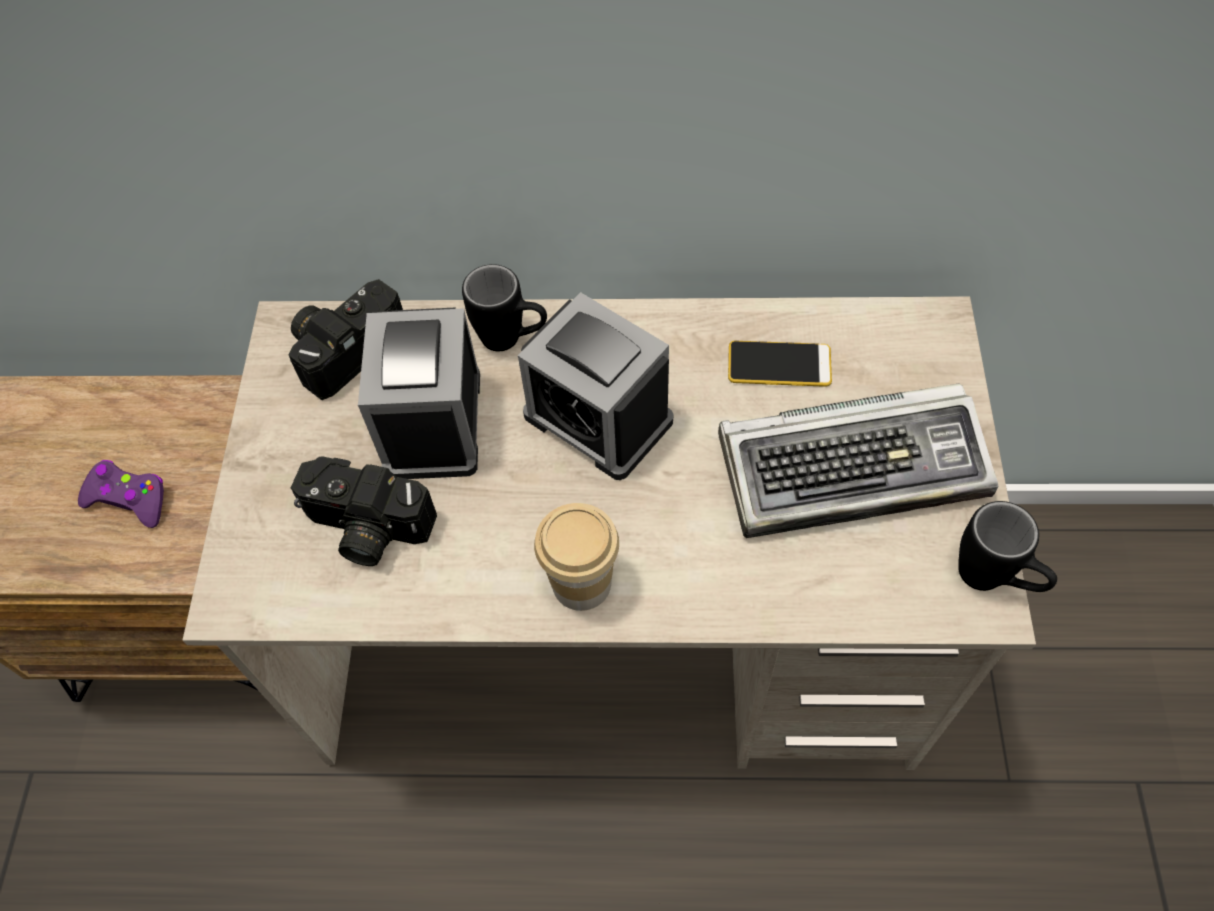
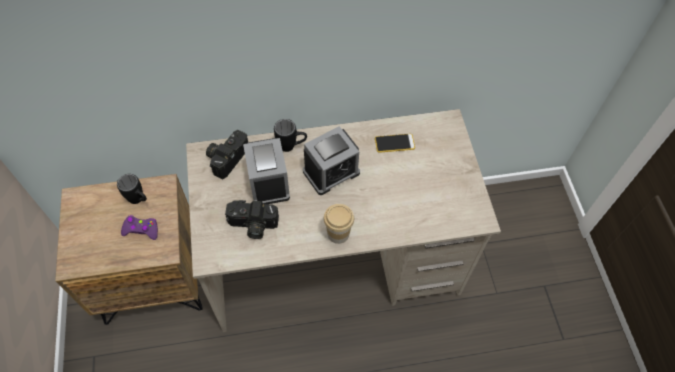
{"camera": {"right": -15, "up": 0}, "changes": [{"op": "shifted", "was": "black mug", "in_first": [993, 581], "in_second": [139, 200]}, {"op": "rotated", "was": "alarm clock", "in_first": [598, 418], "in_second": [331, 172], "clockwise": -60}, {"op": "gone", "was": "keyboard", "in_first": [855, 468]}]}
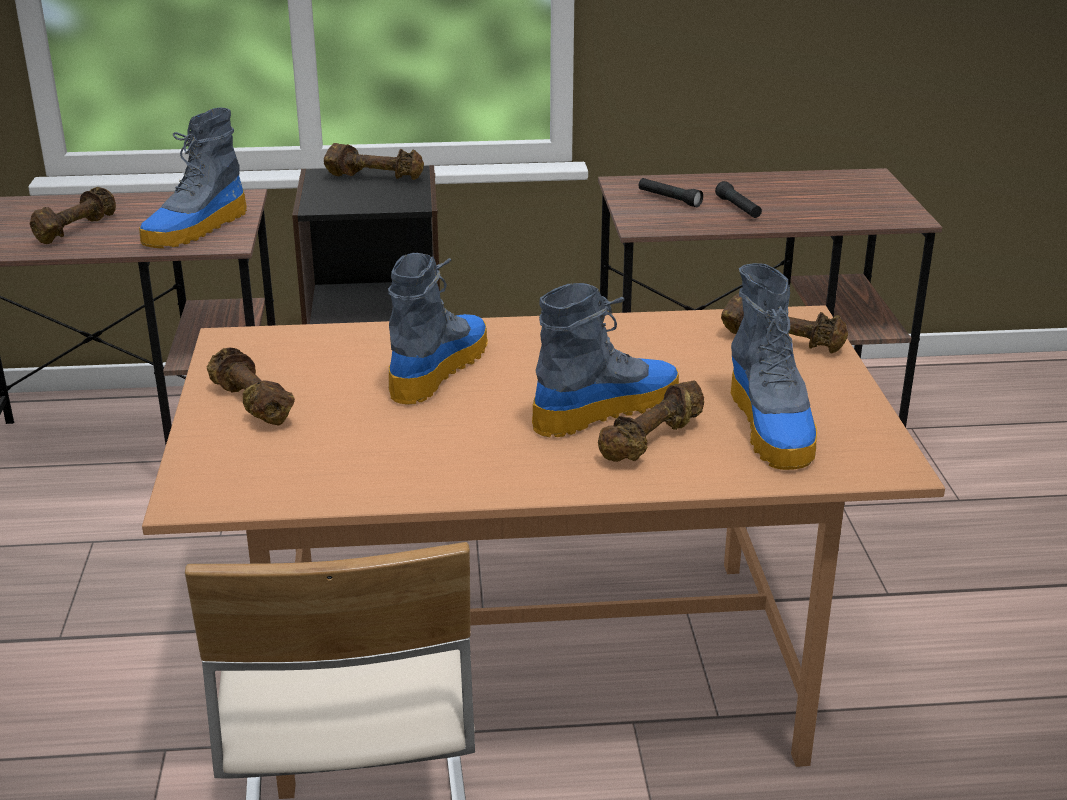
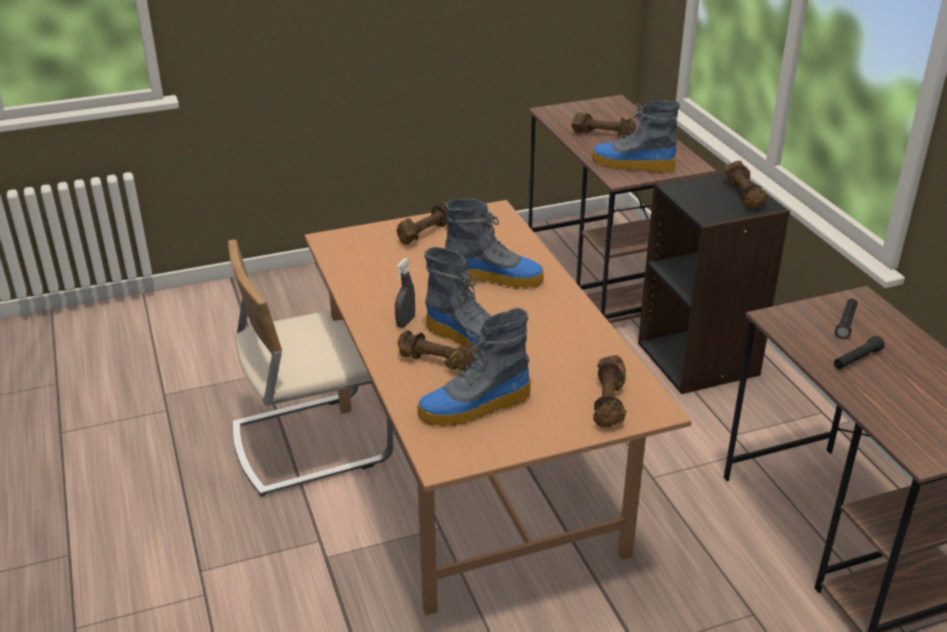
{"camera": {"right": 75, "up": 5}, "changes": [{"op": "new", "now": "grey spray bottle", "in_second": [405, 322]}]}
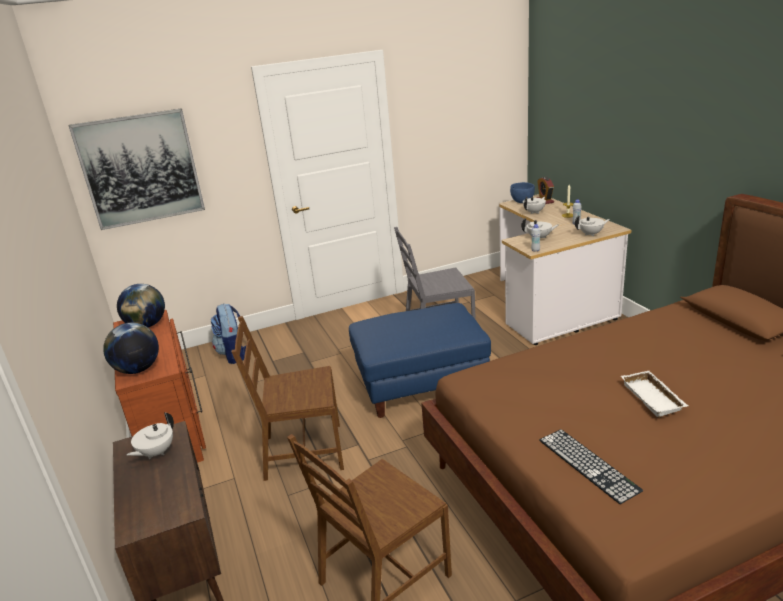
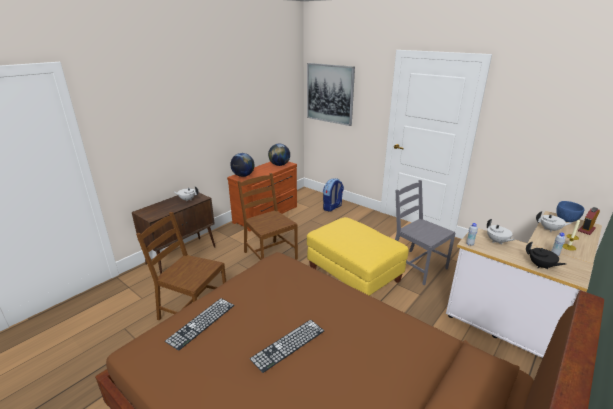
{"camera": {"right": 60, "up": 0}, "changes": [{"op": "swapped", "was": "white tray", "now": "keyboard", "in_first": [654, 397], "in_second": [288, 344]}, {"op": "repainted", "was": "blue ottoman", "now": "yellow ottoman", "in_first": [421, 385], "in_second": [354, 276]}, {"op": "repainted", "was": "white teapot", "now": "black teapot", "in_first": [591, 234], "in_second": [541, 266]}]}
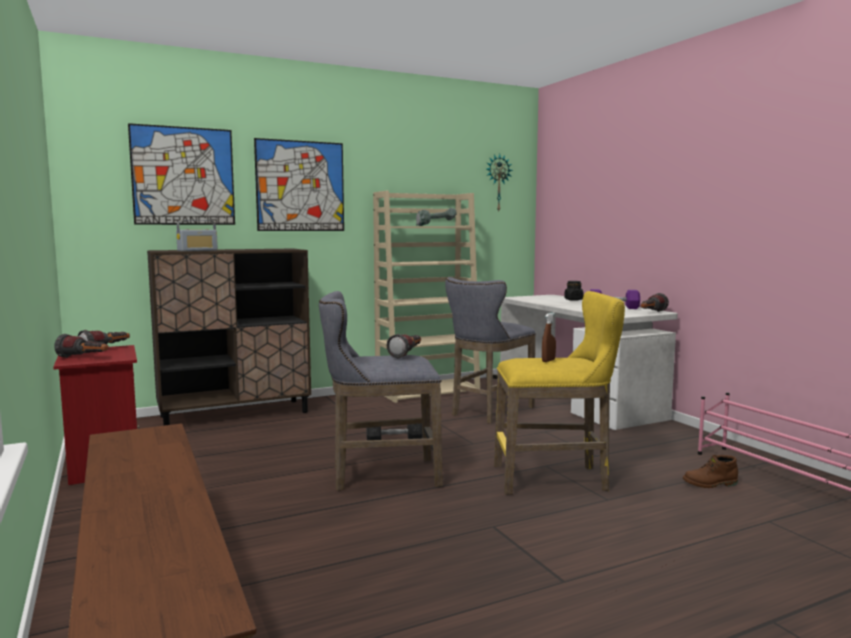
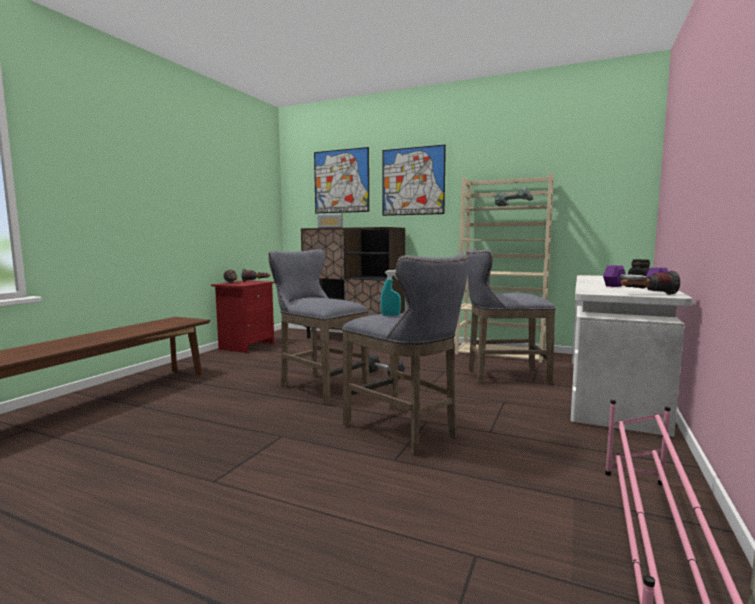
{"camera": {"right": 50, "up": 0}, "changes": [{"op": "repainted", "was": "yellow stool", "now": "grey stool", "in_first": [556, 479], "in_second": [405, 432]}, {"op": "repainted", "was": "brown spray bottle", "now": "turquoise spray bottle", "in_first": [548, 361], "in_second": [390, 315]}, {"op": "gone", "was": "flashlight", "in_first": [407, 354]}, {"op": "gone", "was": "wall clock", "in_first": [497, 182]}, {"op": "gone", "was": "brown boot", "in_first": [710, 484]}]}
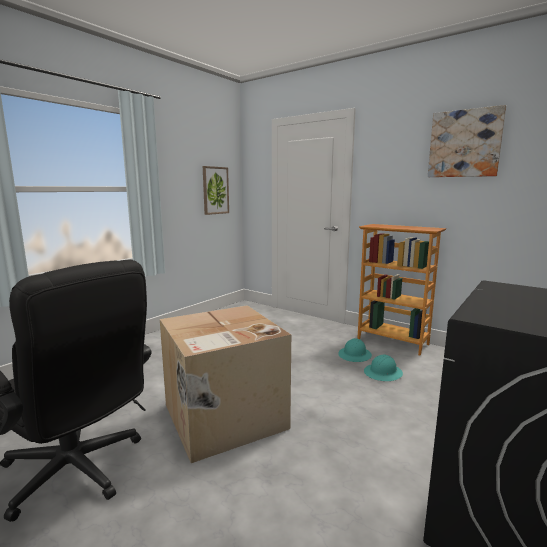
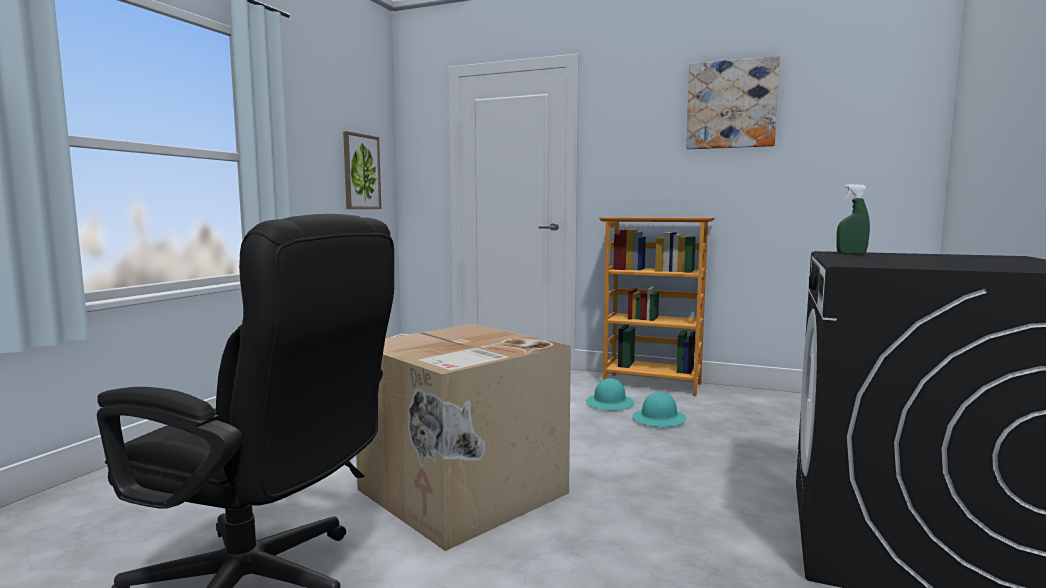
{"camera": {"right": -15, "up": -5}, "changes": [{"op": "new", "now": "green spray bottle", "in_second": [851, 254]}]}
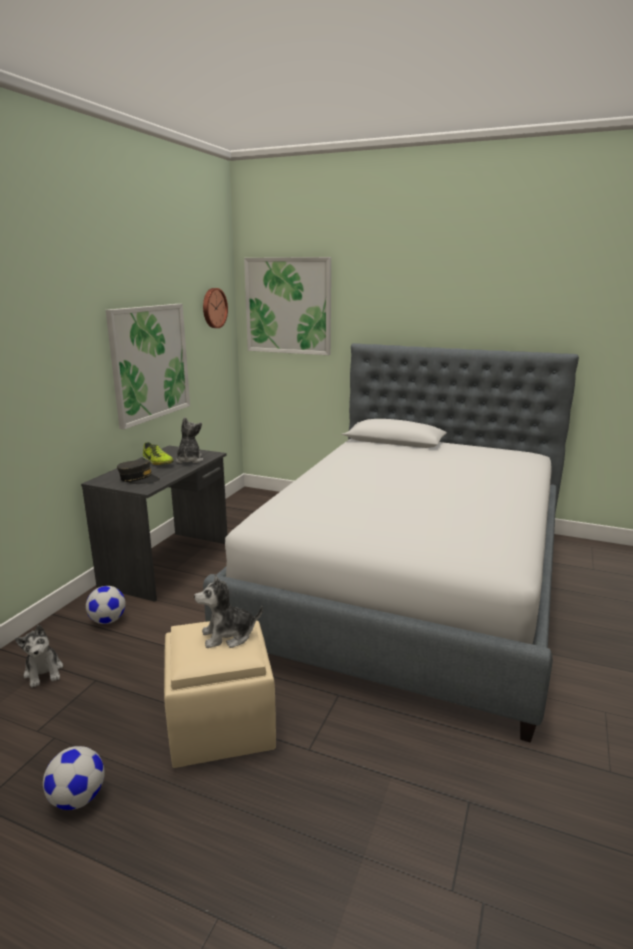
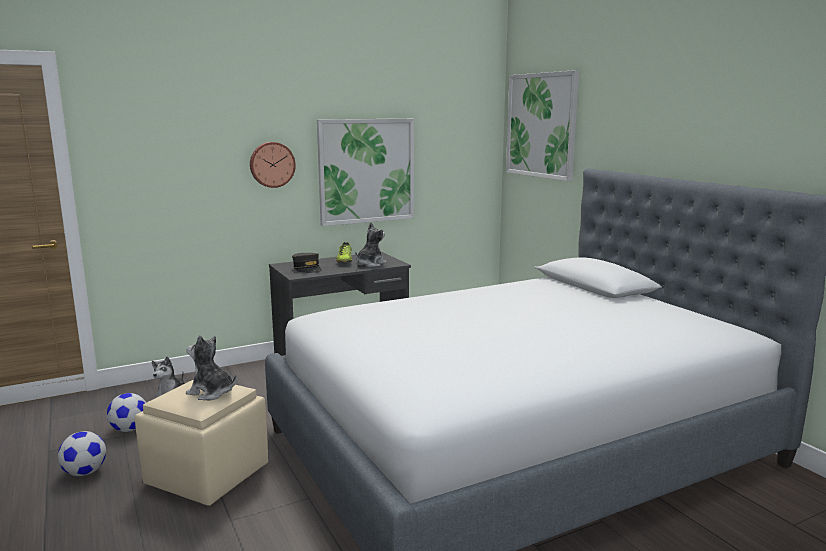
{"camera": {"right": 40, "up": -5}, "changes": [{"op": "shifted", "was": "football", "in_first": [107, 620], "in_second": [129, 429]}, {"op": "shifted", "was": "wall clock", "in_first": [213, 308], "in_second": [272, 164]}]}
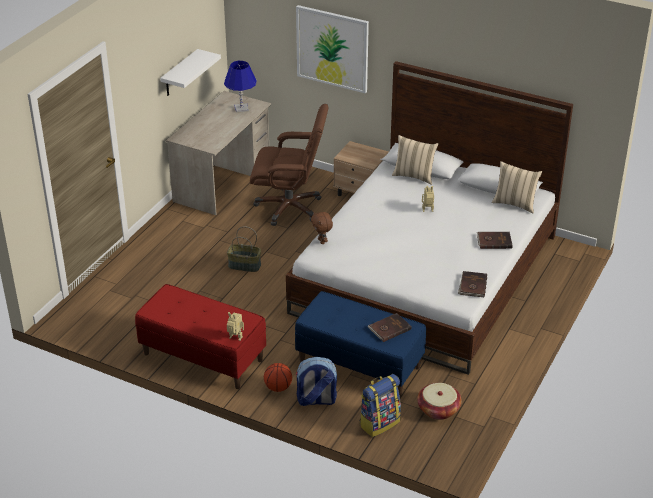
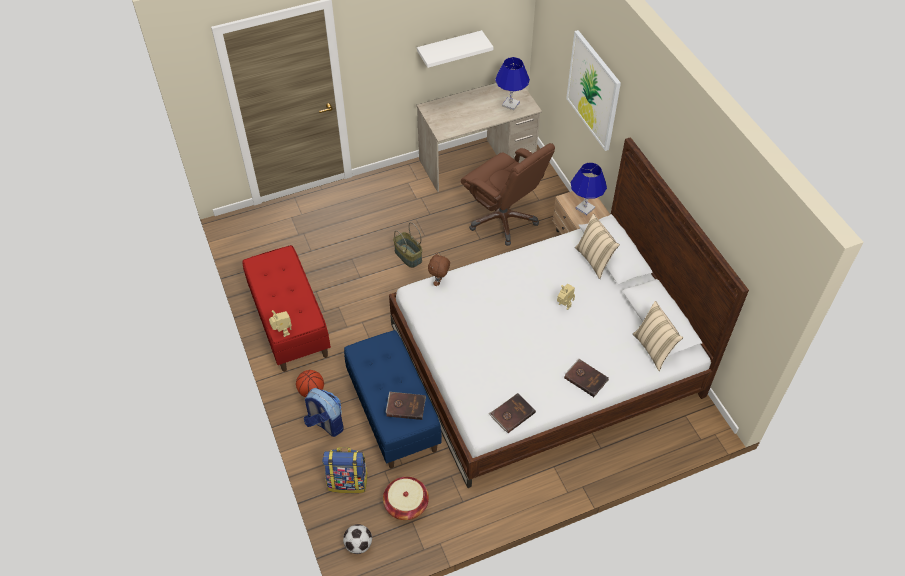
{"camera": {"right": 40, "up": 15}, "changes": [{"op": "new", "now": "football", "in_second": [358, 545]}, {"op": "new", "now": "blue table lamp", "in_second": [585, 208]}]}
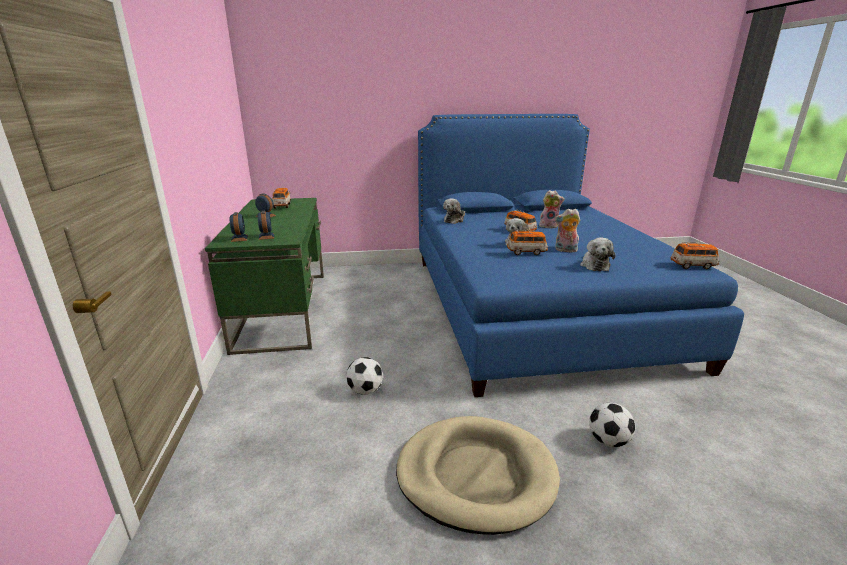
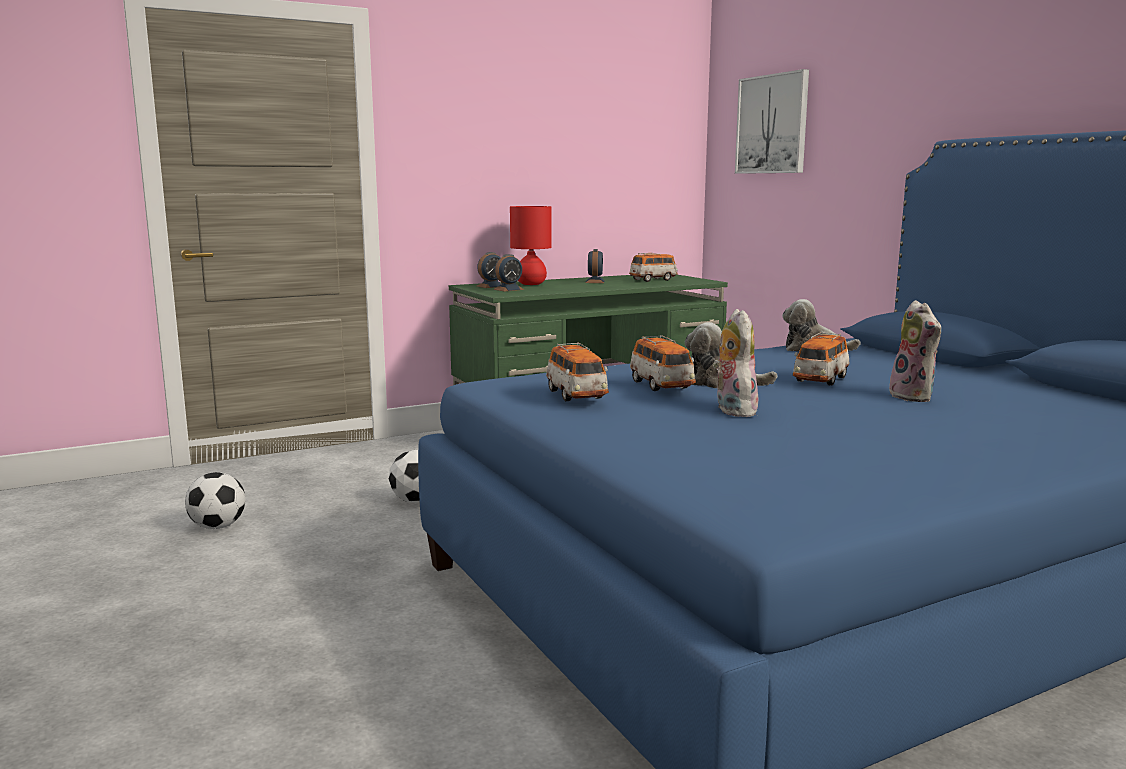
{"camera": {"right": 70, "up": -10}, "changes": [{"op": "shifted", "was": "football", "in_first": [608, 441], "in_second": [218, 527]}, {"op": "new", "now": "red table lamp", "in_second": [531, 284]}, {"op": "shifted", "was": "toy car", "in_first": [693, 266], "in_second": [576, 395]}, {"op": "new", "now": "picture", "in_second": [772, 124]}, {"op": "gone", "was": "beige dog bed", "in_first": [475, 475]}, {"op": "gone", "was": "plush toy", "in_first": [594, 265]}]}
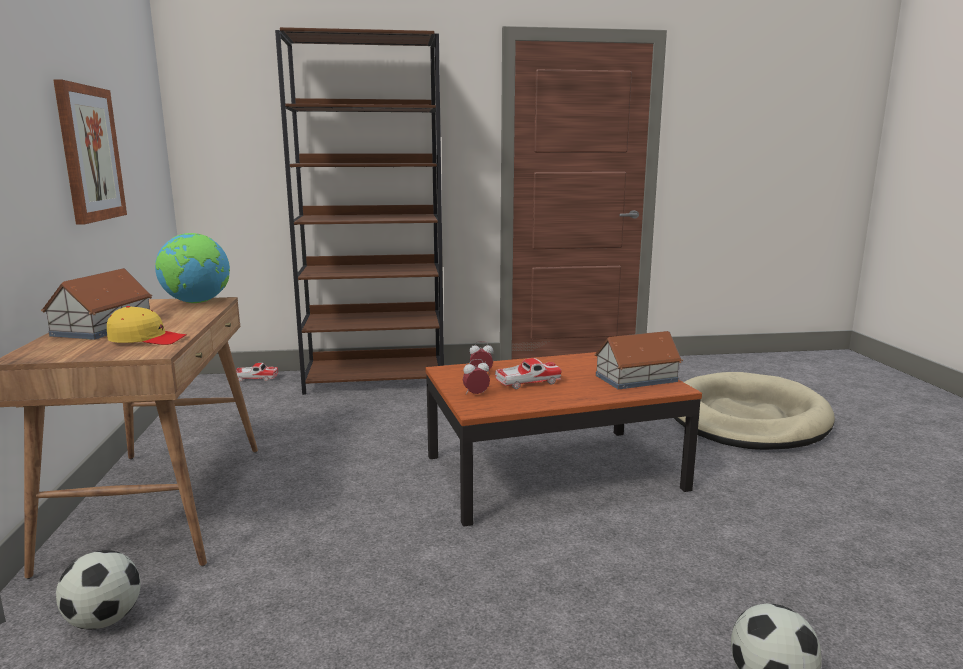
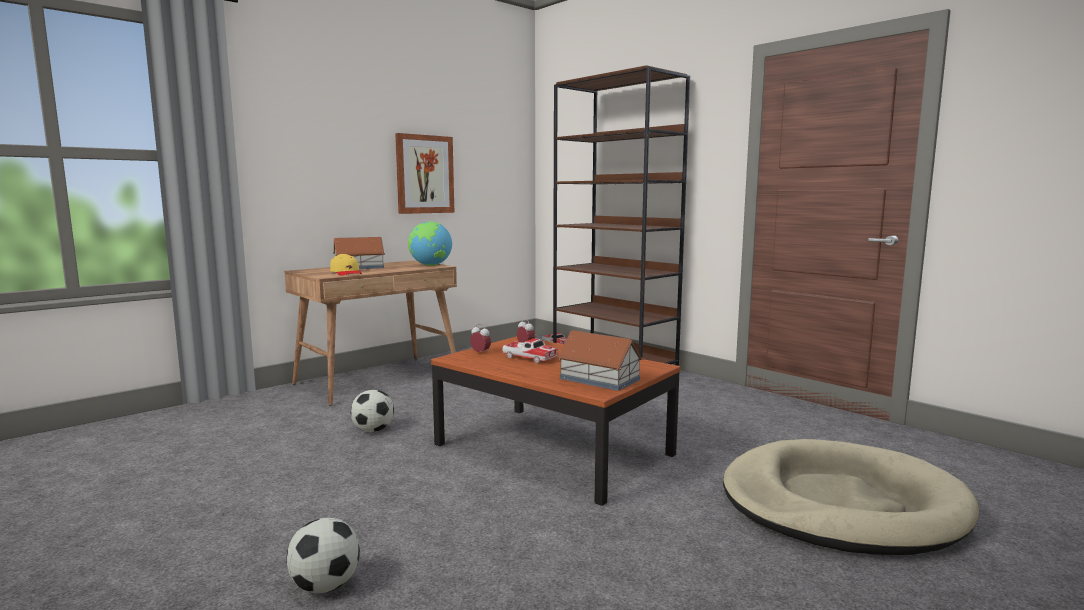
{"camera": {"right": 55, "up": -5}, "changes": [{"op": "shifted", "was": "football", "in_first": [104, 620], "in_second": [373, 430]}]}
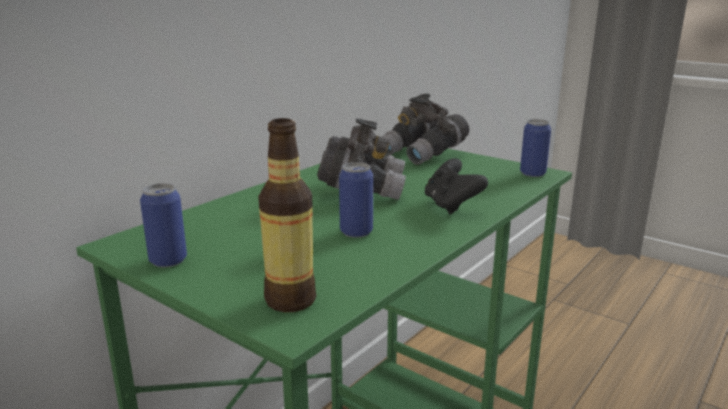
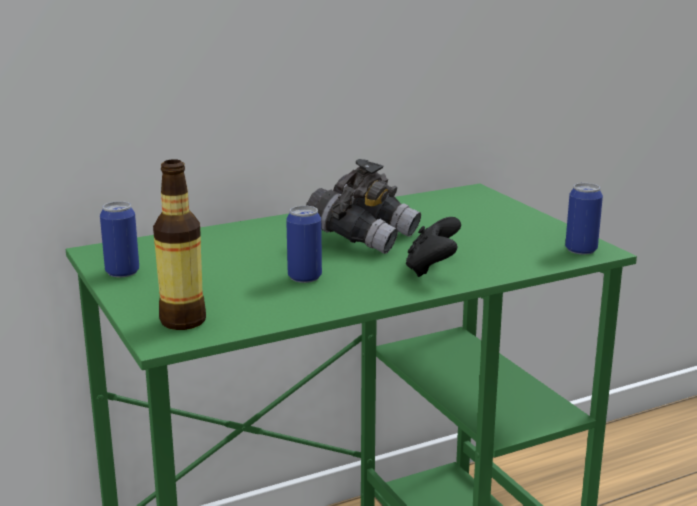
{"camera": {"right": 25, "up": 0}, "changes": [{"op": "gone", "was": "grey binoculars", "in_first": [423, 154]}]}
